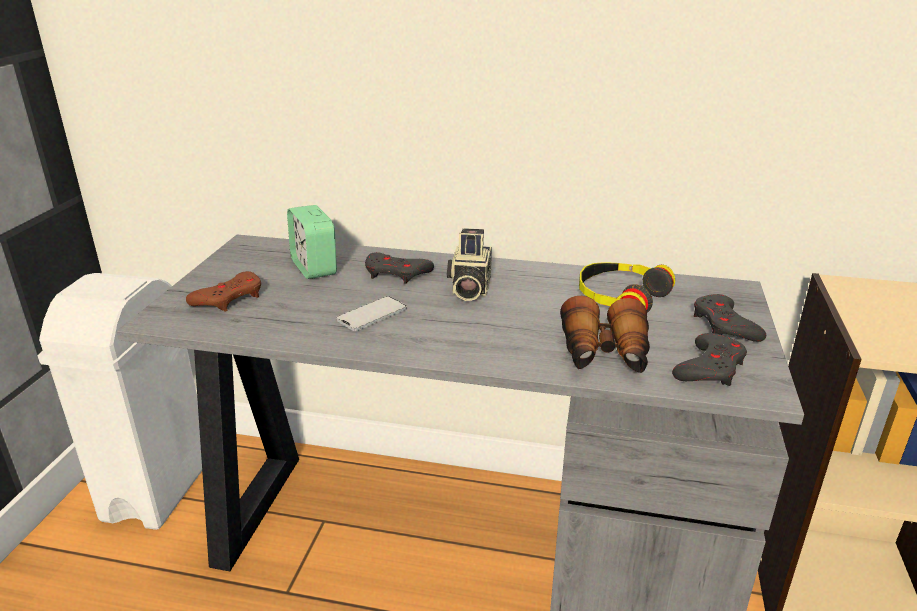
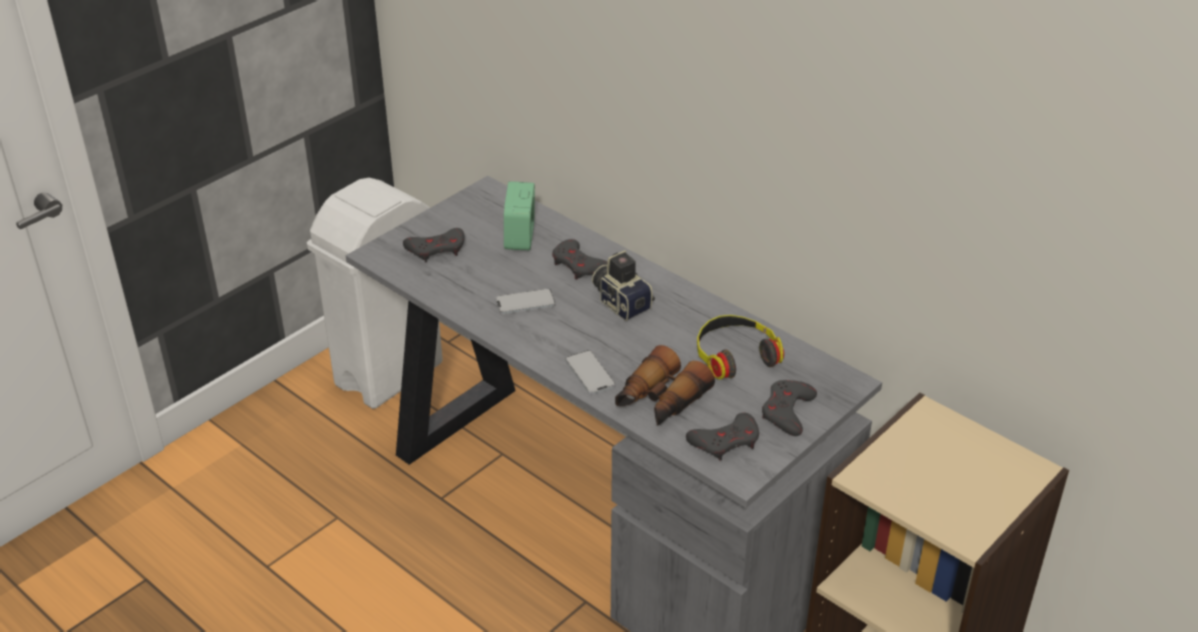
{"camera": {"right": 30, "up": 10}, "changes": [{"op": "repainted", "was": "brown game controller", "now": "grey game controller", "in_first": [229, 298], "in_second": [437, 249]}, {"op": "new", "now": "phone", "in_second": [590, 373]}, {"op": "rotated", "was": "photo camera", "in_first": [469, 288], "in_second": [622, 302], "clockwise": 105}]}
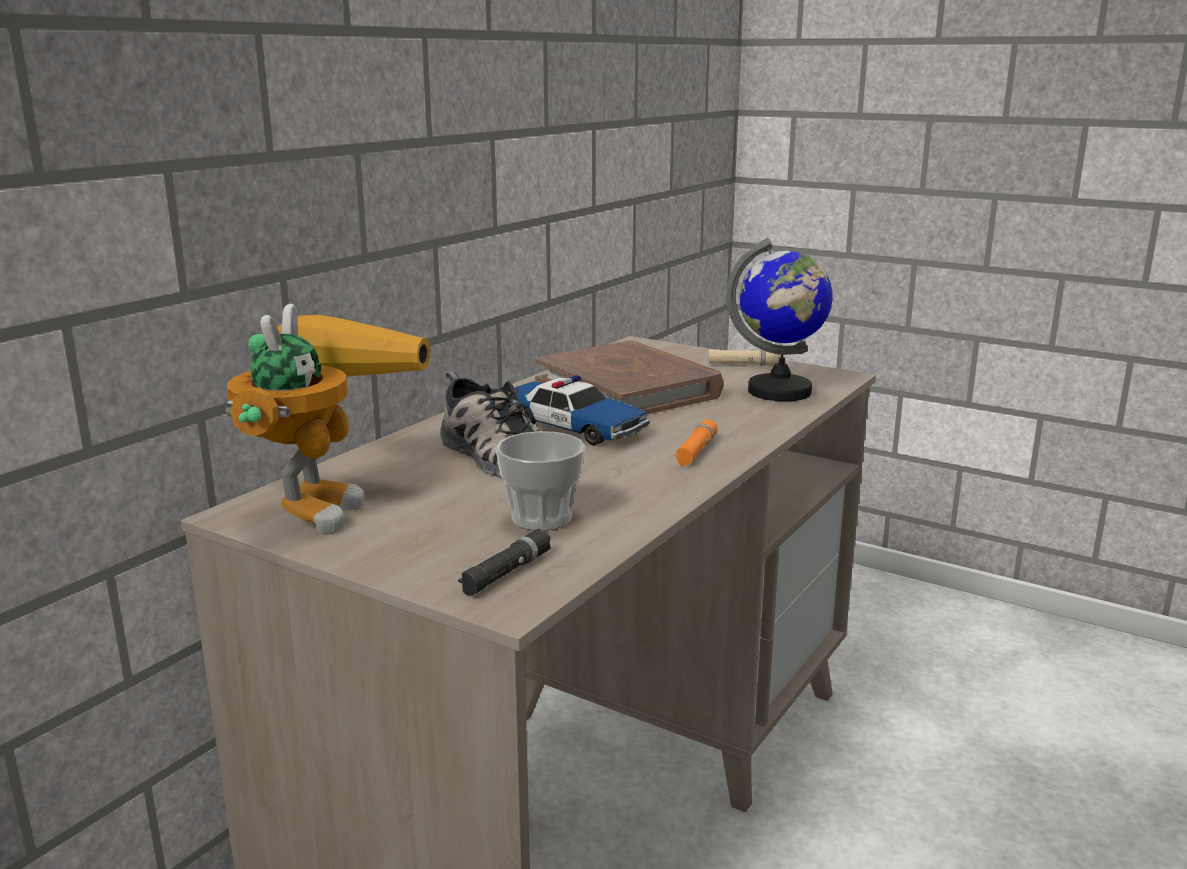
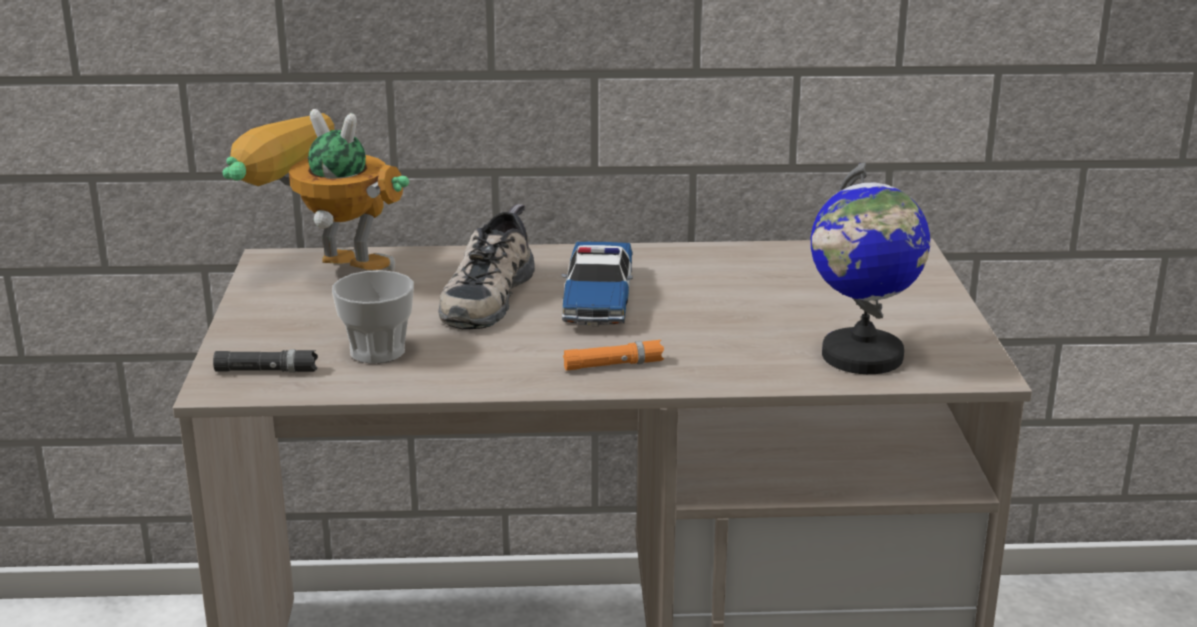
{"camera": {"right": 55, "up": 5}, "changes": [{"op": "rotated", "was": "toy robot", "in_first": [323, 500], "in_second": [323, 273], "clockwise": -135}, {"op": "gone", "was": "brown book", "in_first": [628, 388]}, {"op": "gone", "was": "beige flashlight", "in_first": [743, 364]}]}
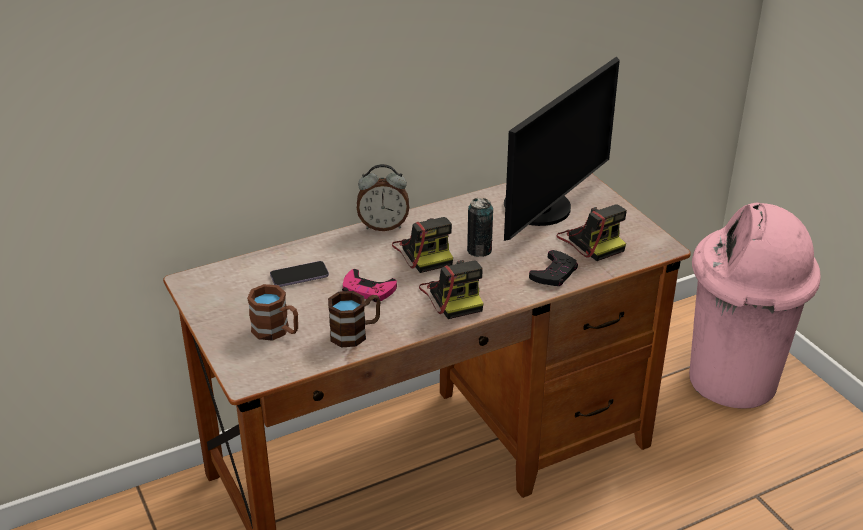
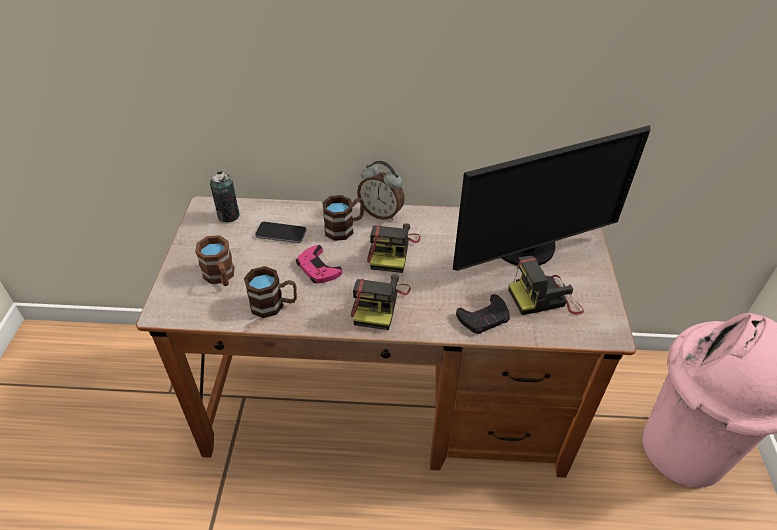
{"camera": {"right": 30, "up": 10}, "changes": [{"op": "shifted", "was": "can", "in_first": [479, 250], "in_second": [228, 216]}, {"op": "new", "now": "brown mug", "in_second": [344, 228]}, {"op": "rotated", "was": "photo camera", "in_first": [591, 241], "in_second": [545, 298], "clockwise": 75}]}
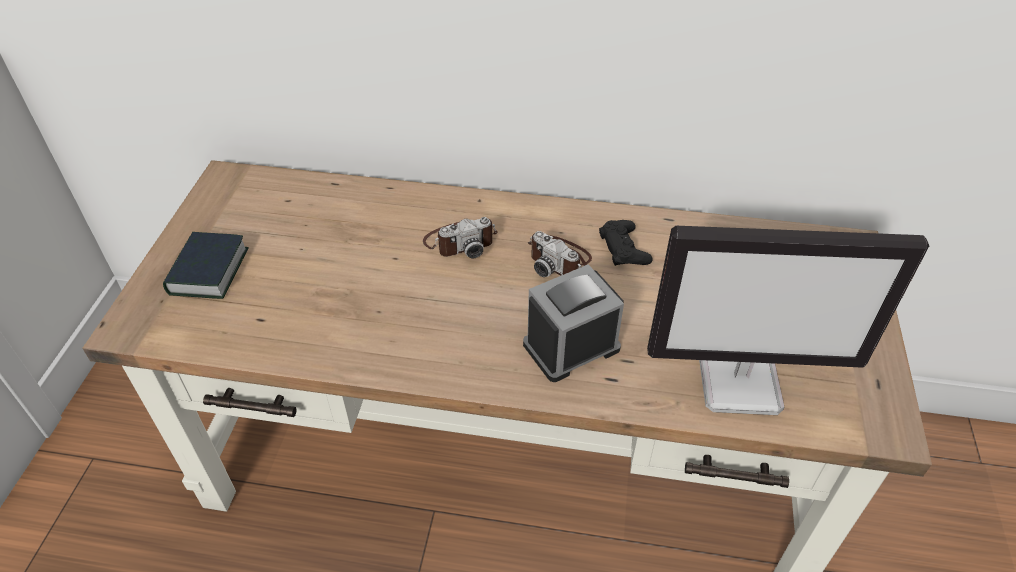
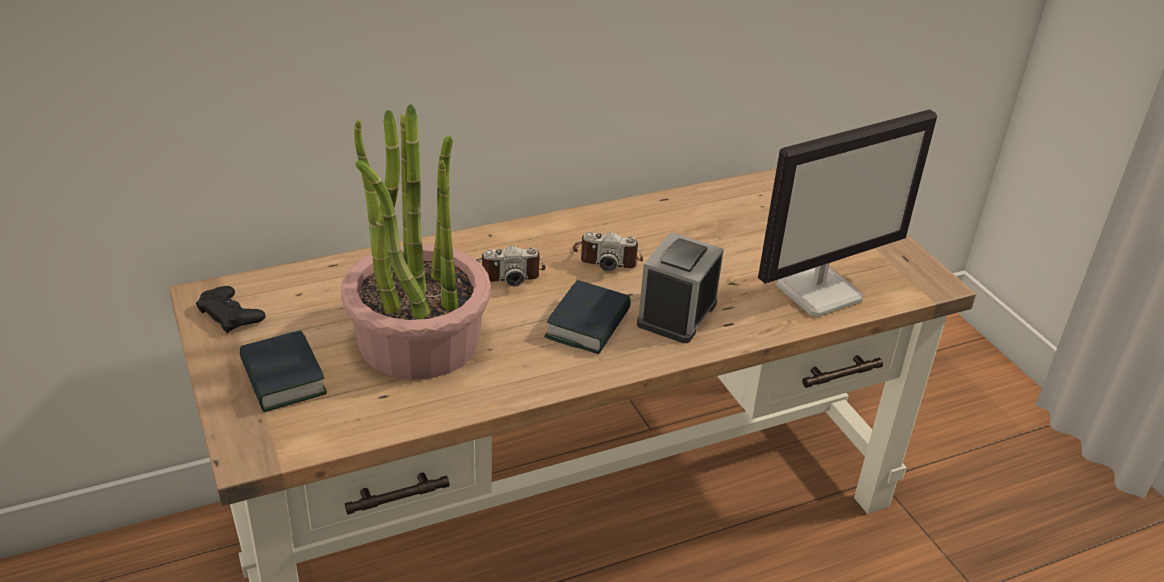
{"camera": {"right": -35, "up": -10}, "changes": [{"op": "shifted", "was": "black game controller", "in_first": [624, 248], "in_second": [230, 314]}, {"op": "new", "now": "potted plant", "in_second": [418, 341]}, {"op": "rotated", "was": "photo camera", "in_first": [460, 241], "in_second": [507, 272], "clockwise": 45}, {"op": "new", "now": "book", "in_second": [588, 325]}]}
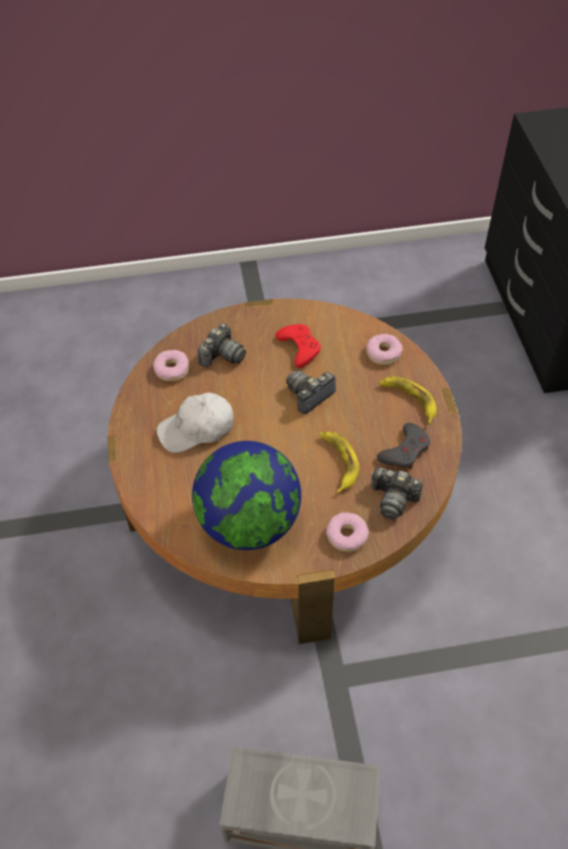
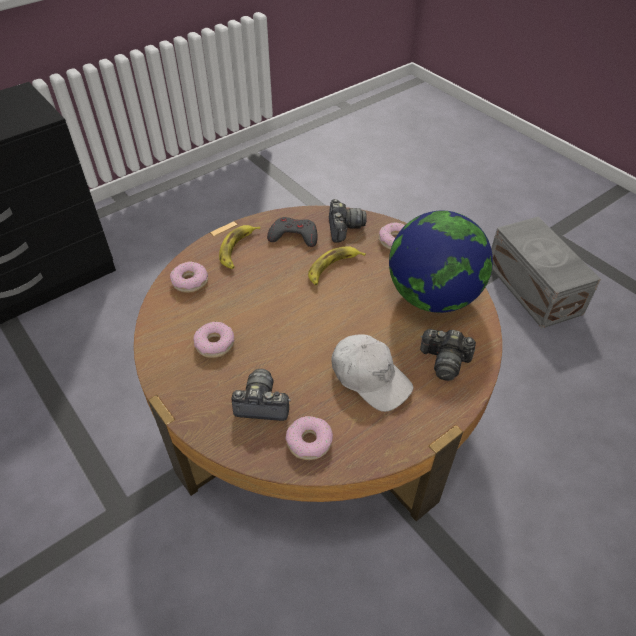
{"camera": {"right": -120, "up": -5}, "changes": [{"op": "swapped", "was": "red game controller", "now": "donut", "in_first": [299, 347], "in_second": [214, 344]}, {"op": "shifted", "was": "photo camera", "in_first": [309, 395], "in_second": [444, 361]}]}
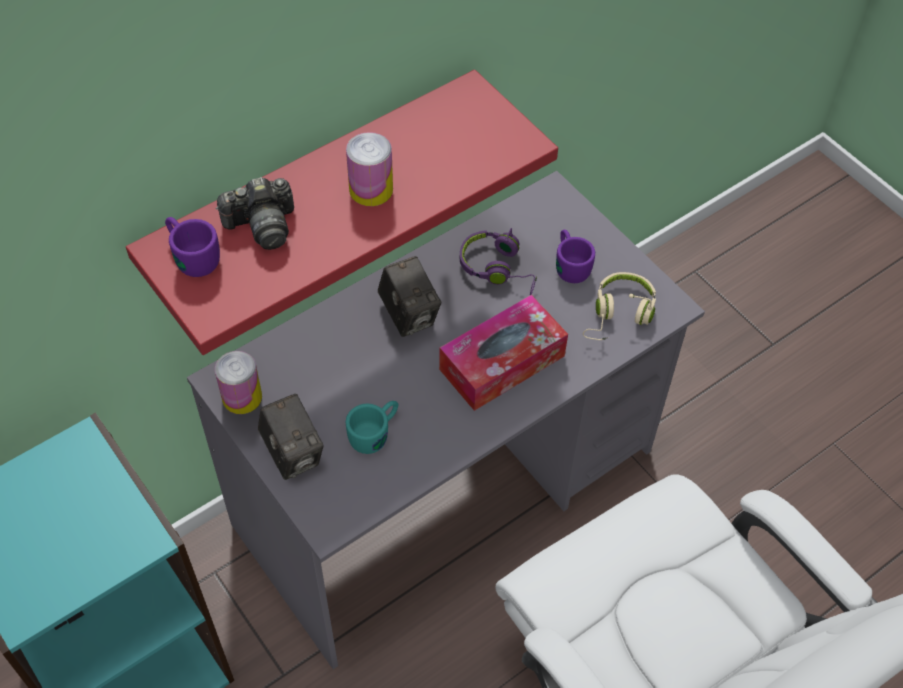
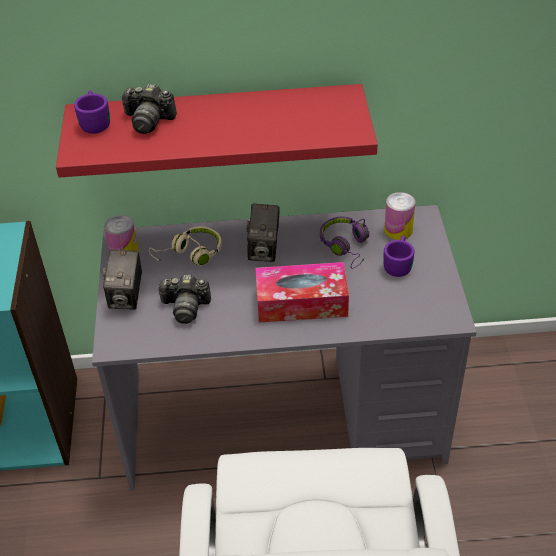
{"camera": {"right": 35, "up": -10}, "changes": [{"op": "shifted", "was": "beige headphones", "in_first": [619, 314], "in_second": [190, 254]}, {"op": "swapped", "was": "turquoise mug", "now": "photo camera", "in_first": [375, 432], "in_second": [186, 307]}, {"op": "shifted", "was": "can", "in_first": [371, 189], "in_second": [398, 230]}]}
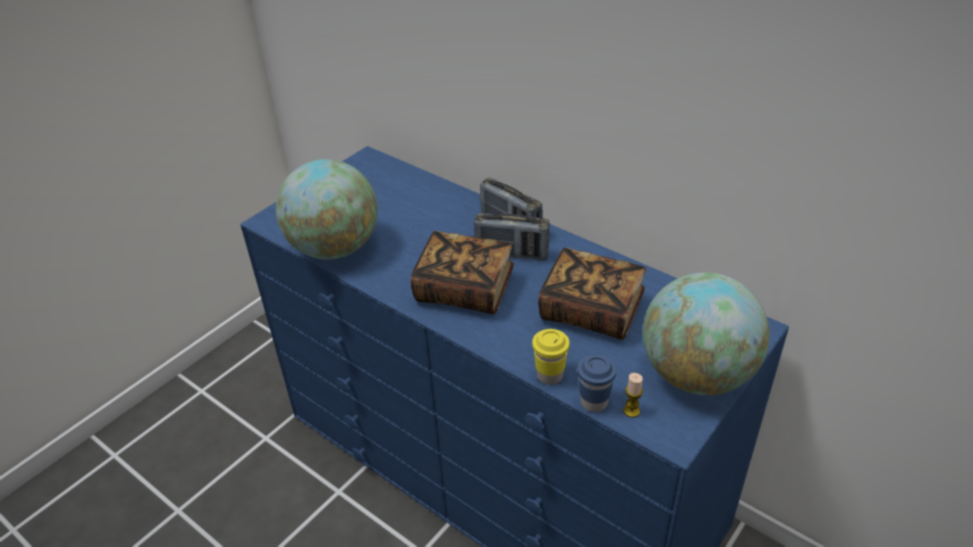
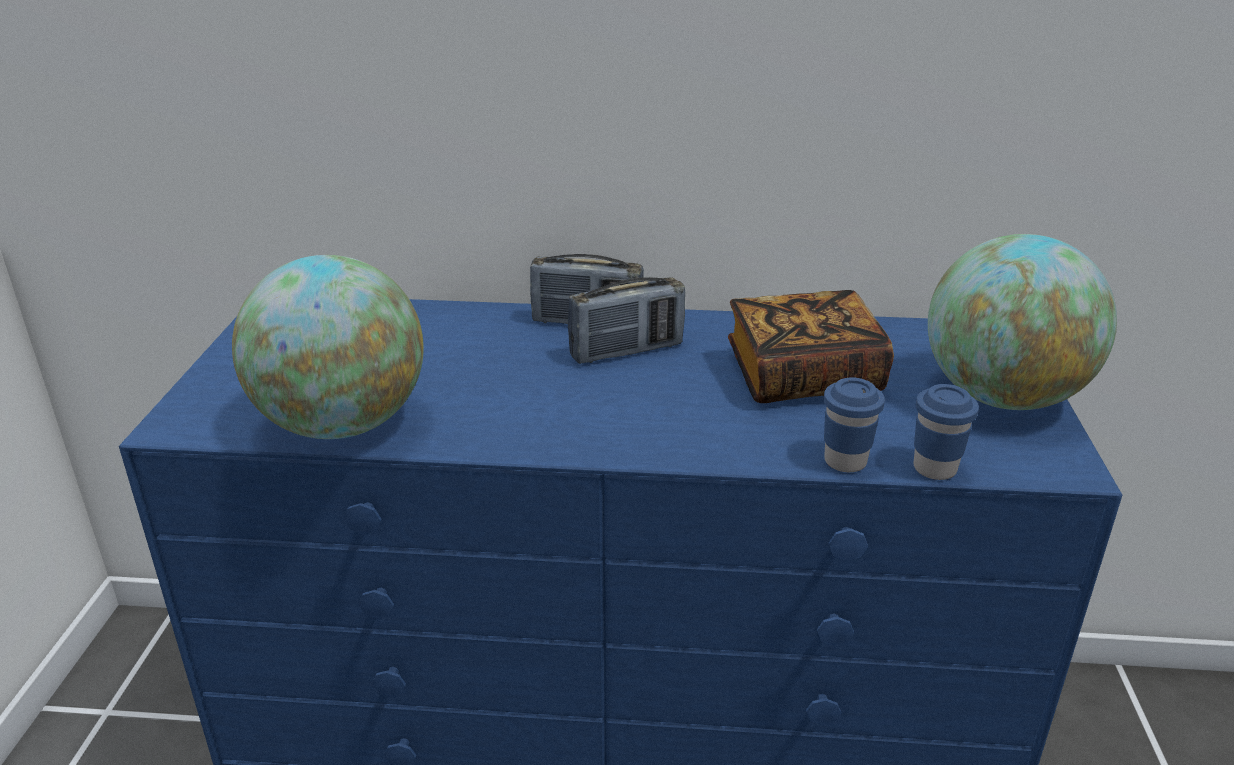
{"camera": {"right": -35, "up": -10}, "changes": [{"op": "repainted", "was": "yellow cup", "now": "blue cup", "in_first": [550, 375], "in_second": [845, 461]}, {"op": "gone", "was": "book", "in_first": [464, 289]}, {"op": "gone", "was": "candle", "in_first": [631, 411]}]}
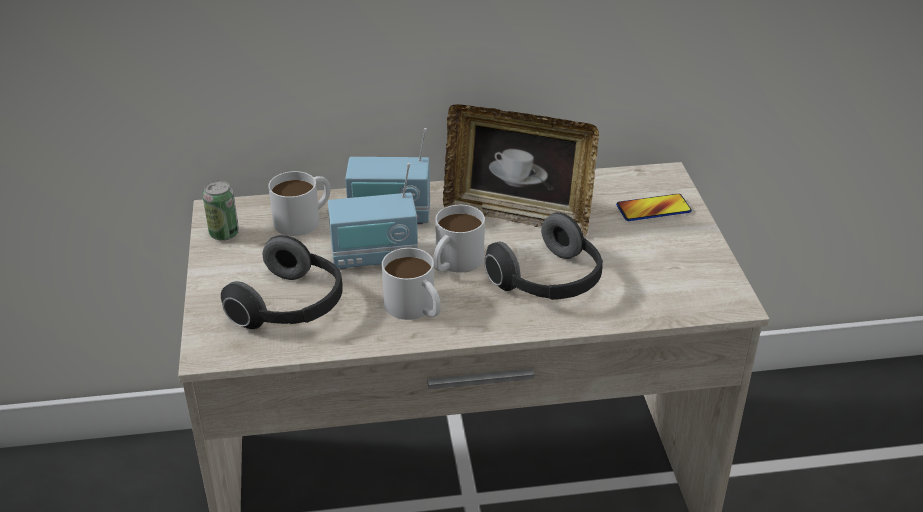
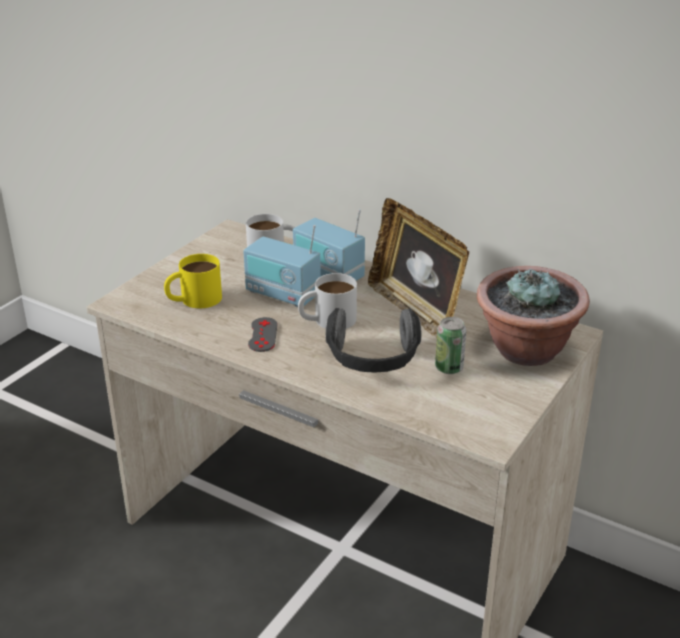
{"camera": {"right": 40, "up": -5}, "changes": [{"op": "swapped", "was": "headphones", "now": "yellow mug", "in_first": [291, 307], "in_second": [193, 300]}, {"op": "swapped", "was": "white mug", "now": "grey game controller", "in_first": [415, 308], "in_second": [263, 335]}, {"op": "shifted", "was": "can", "in_first": [224, 234], "in_second": [449, 368]}, {"op": "swapped", "was": "phone", "now": "potted plant", "in_first": [653, 209], "in_second": [526, 351]}]}
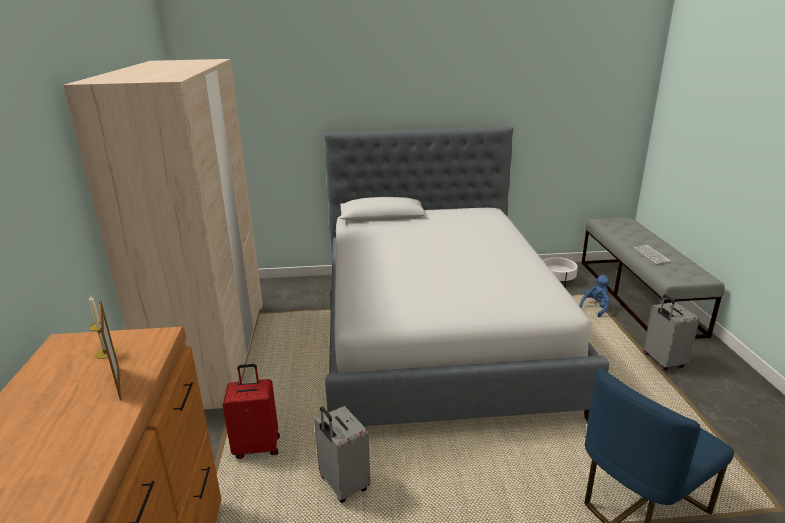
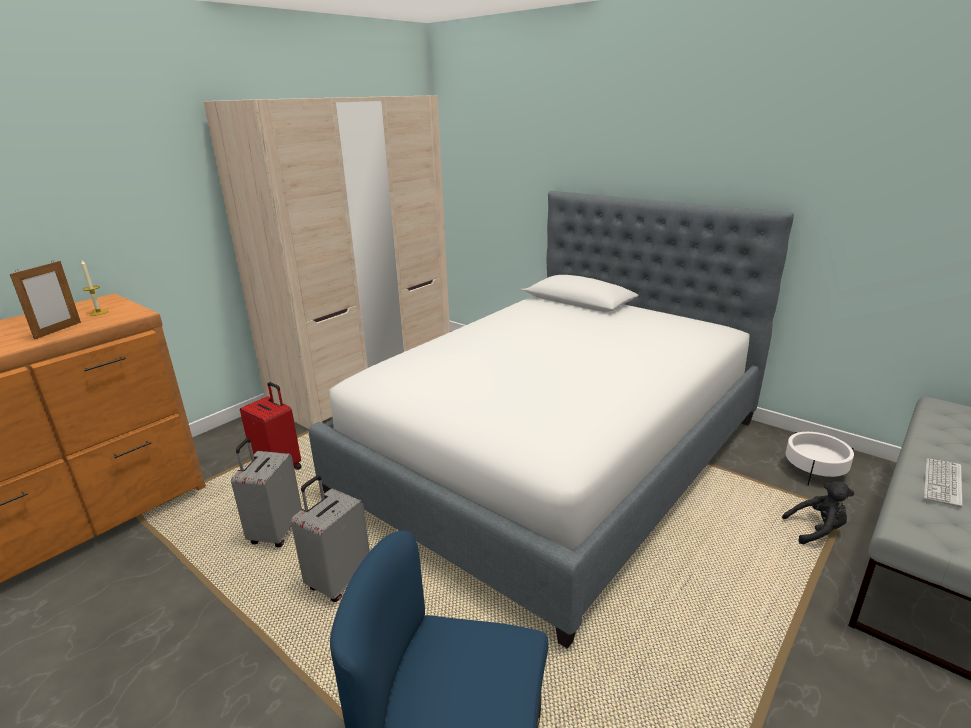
{"camera": {"right": 45, "up": 0}, "changes": [{"op": "shifted", "was": "grey suitcase", "in_first": [662, 361], "in_second": [339, 580]}, {"op": "repainted", "was": "blue plush toy", "now": "black plush toy", "in_first": [595, 308], "in_second": [816, 530]}]}
